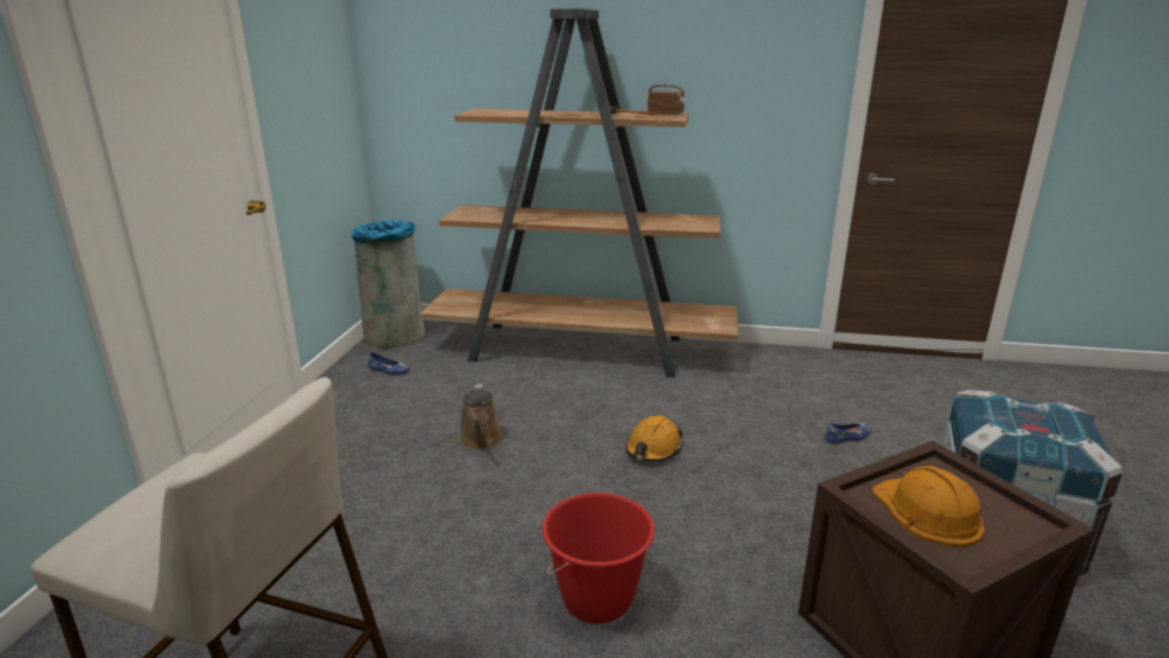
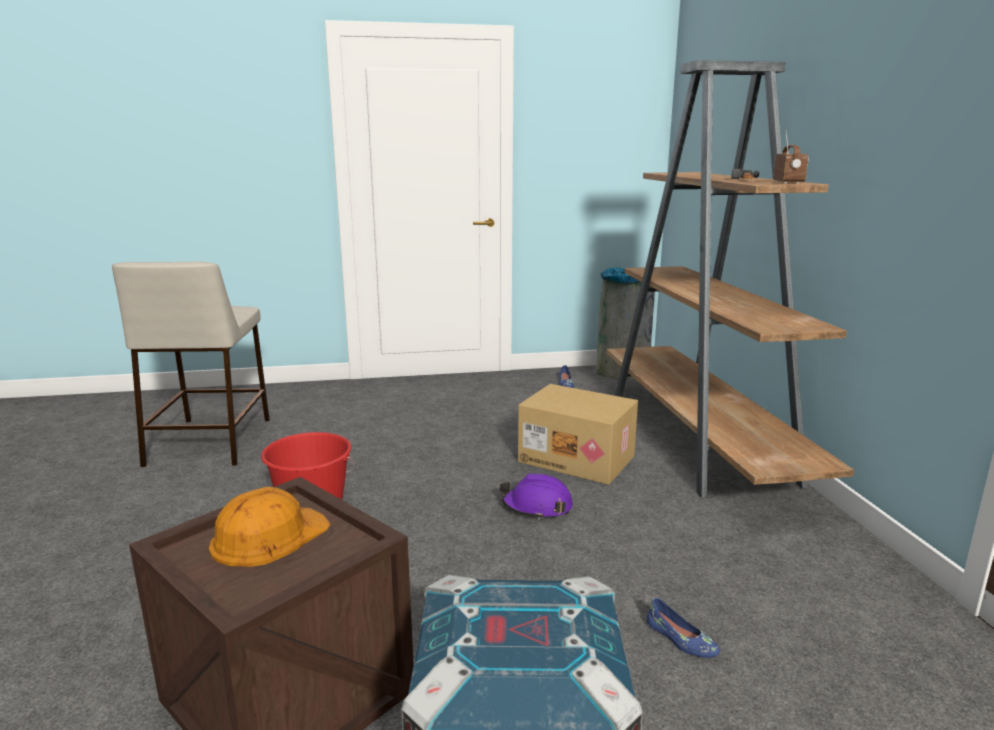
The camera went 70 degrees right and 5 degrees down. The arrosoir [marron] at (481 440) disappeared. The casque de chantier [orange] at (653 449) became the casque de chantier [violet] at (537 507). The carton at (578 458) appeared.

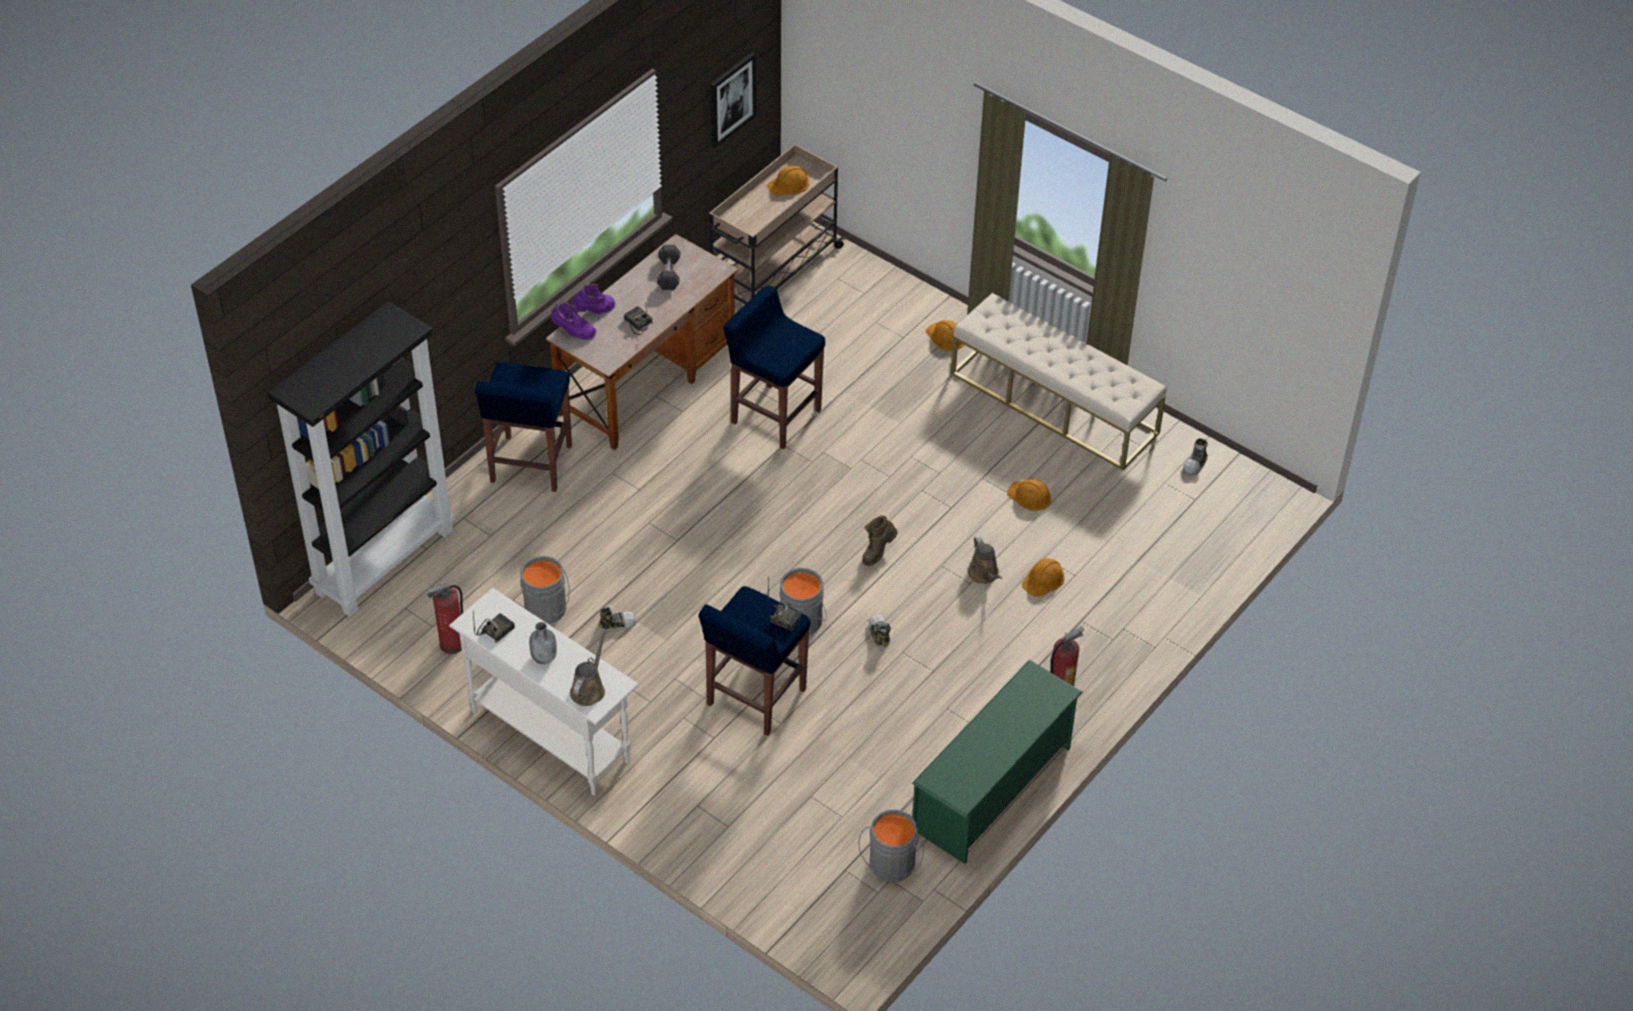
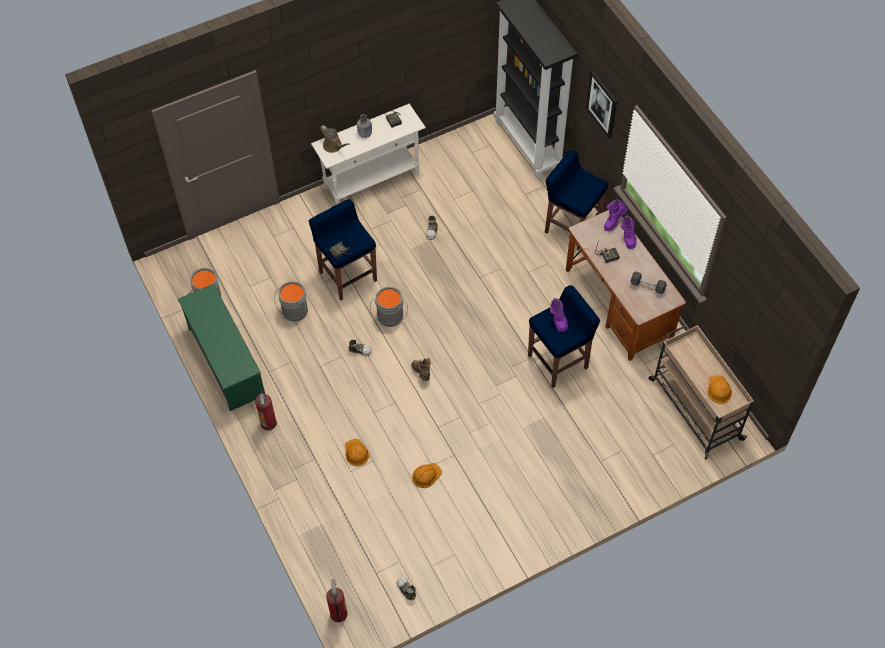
The camera went 115 degrees right and 10 degrees up. The extincteur moved from (452 644) to (338 613). The seau [gris] moved from (547 609) to (294 312). The tableau moved from (731 99) to (602 104). The casque de chantier [orange] at (945 336) disappeared. The banc [beige] at (1054 403) disappeared. The arrosoir [marron] at (984 574) disappeared. The botte [violet] at (558 319) appeared.

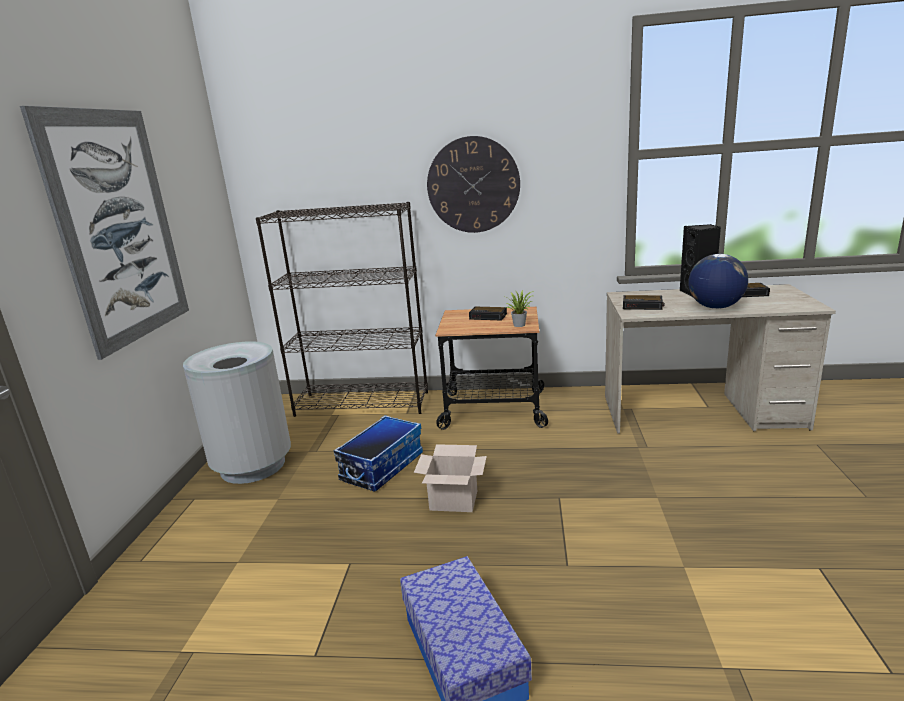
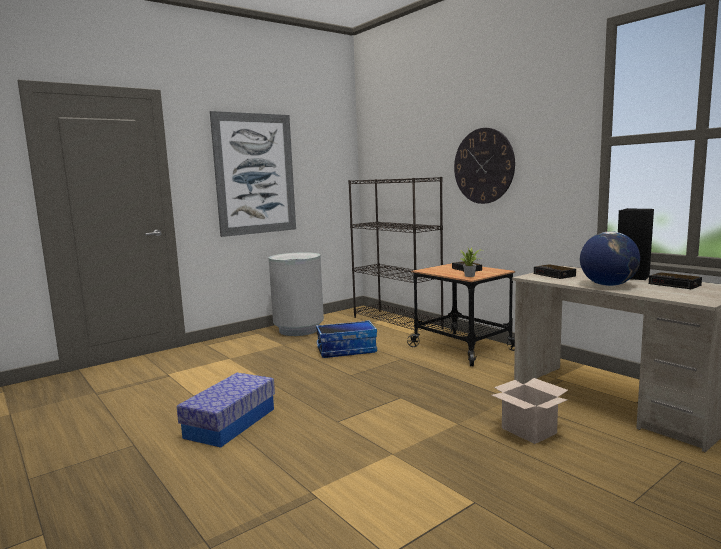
The camera went 45 degrees right and 10 degrees down. The carton moved from (452 501) to (527 430).

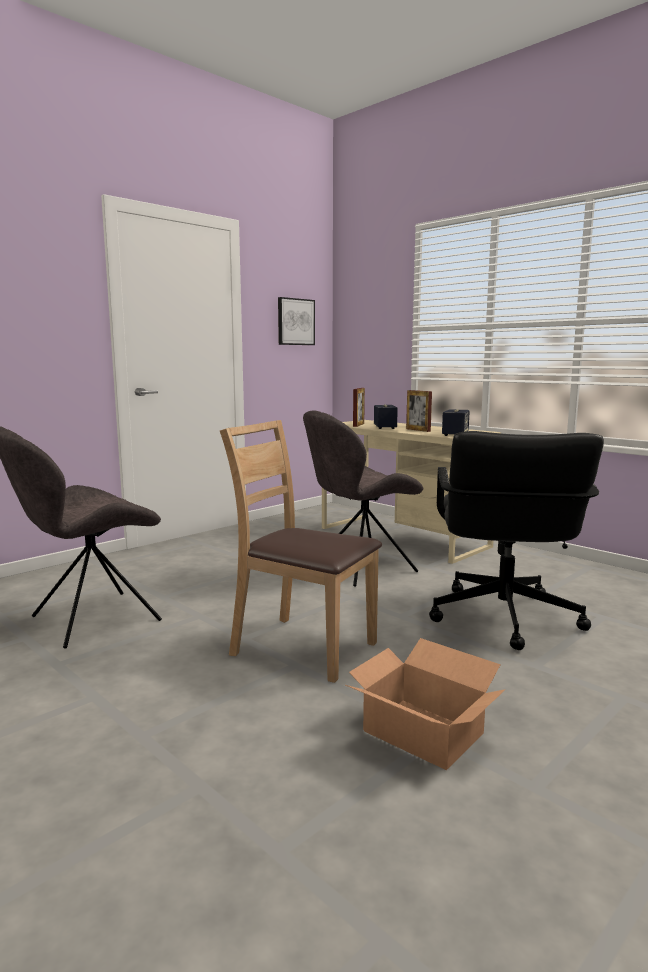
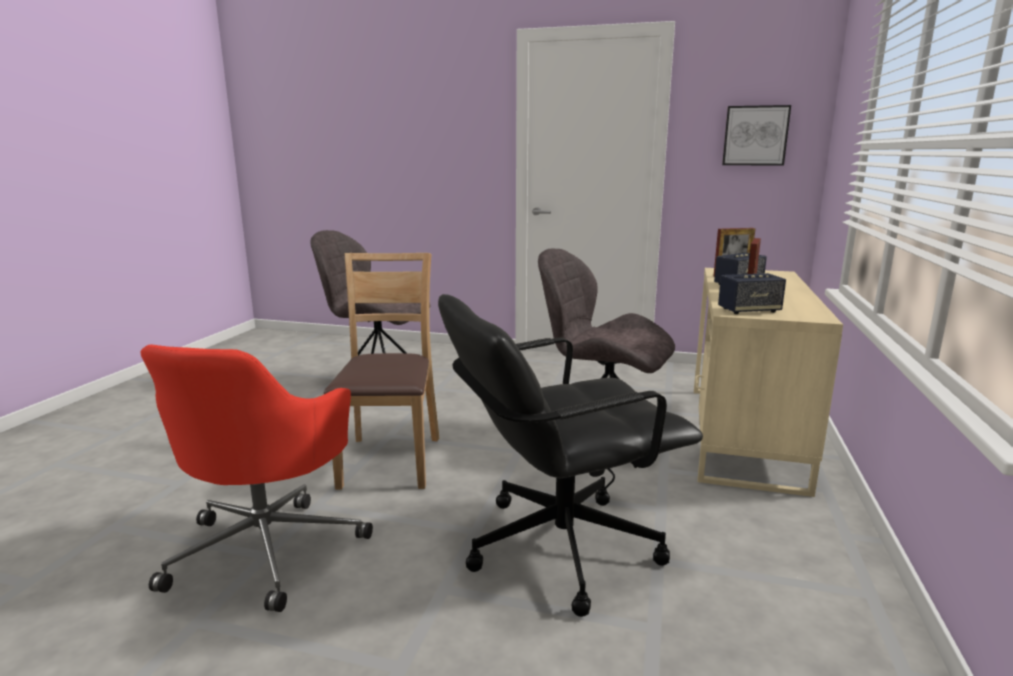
The camera went 60 degrees right and 5 degrees up. The carton at (423 733) was replaced by the chaise de bureau [rouge] at (268 548).

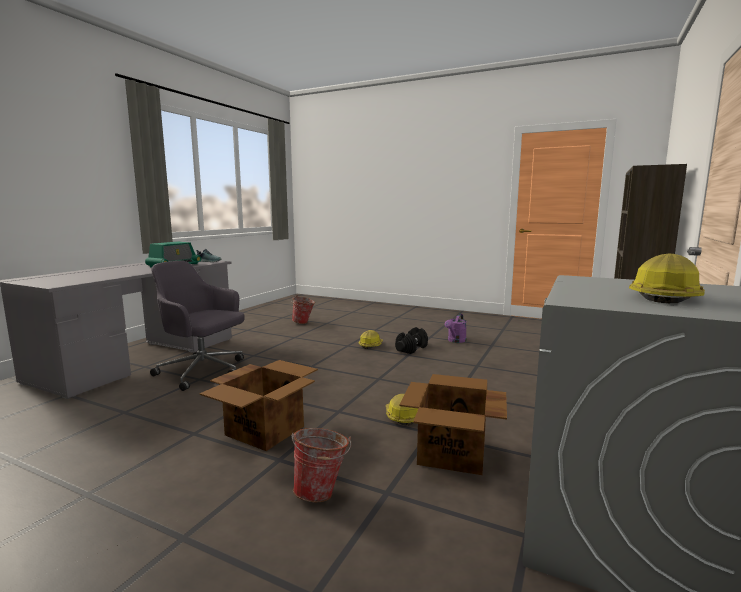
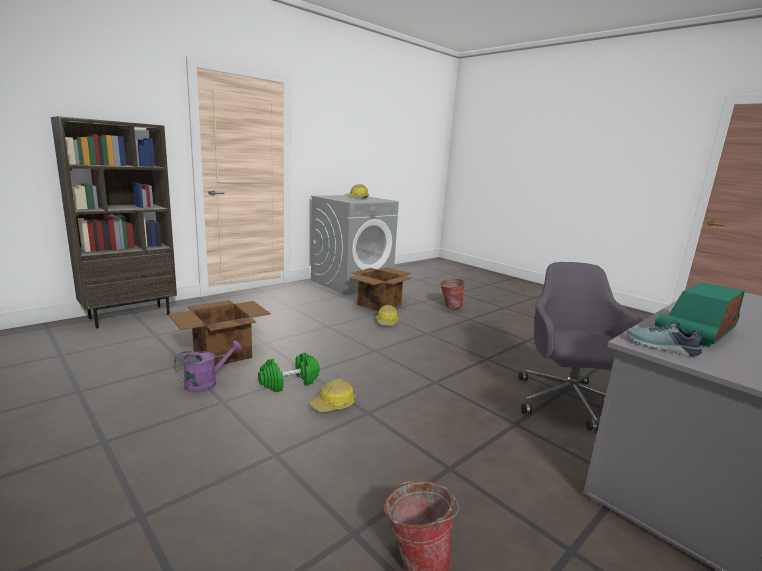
The camera went 160 degrees left and 5 degrees up. The chaise de bureau [gris] at (203 371) turned 135 degrees counterclockwise. The carton moved from (266 430) to (221 354). The haltère [noir] at (411 348) became the haltère [vert] at (289 383).

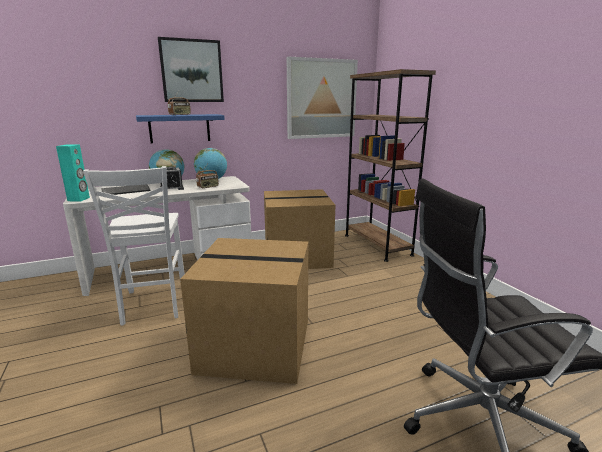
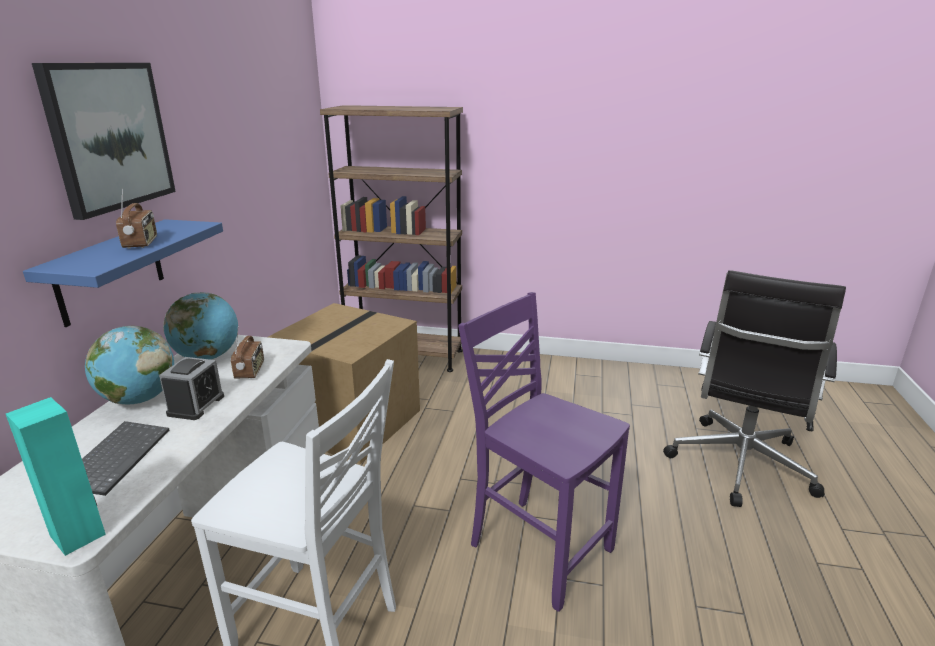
The camera went 55 degrees left and 5 degrees up. The carton at (257 344) was replaced by the chaise [violet] at (538 547). The tableau at (321 99) disappeared.

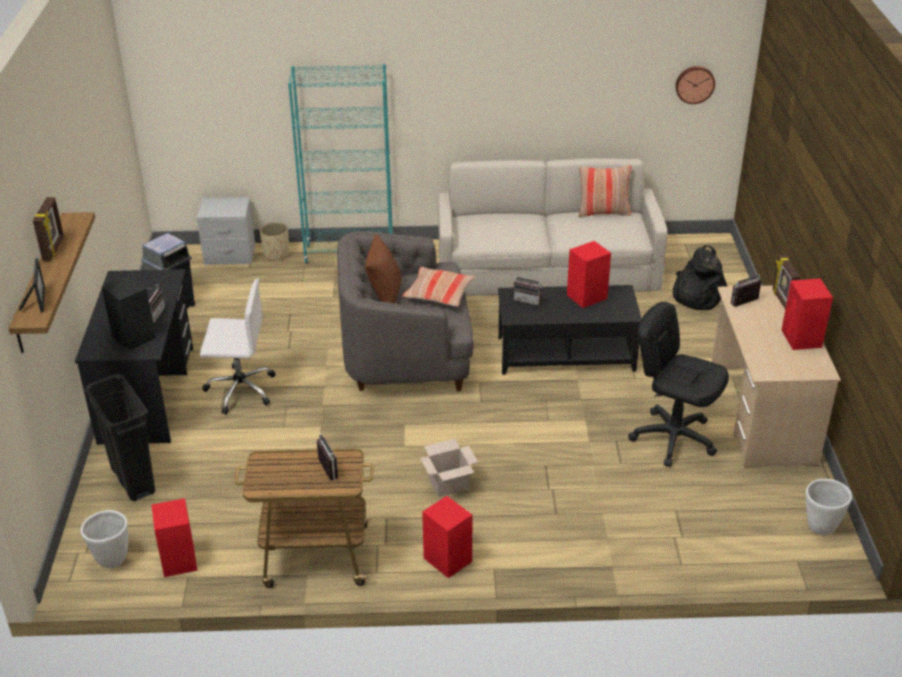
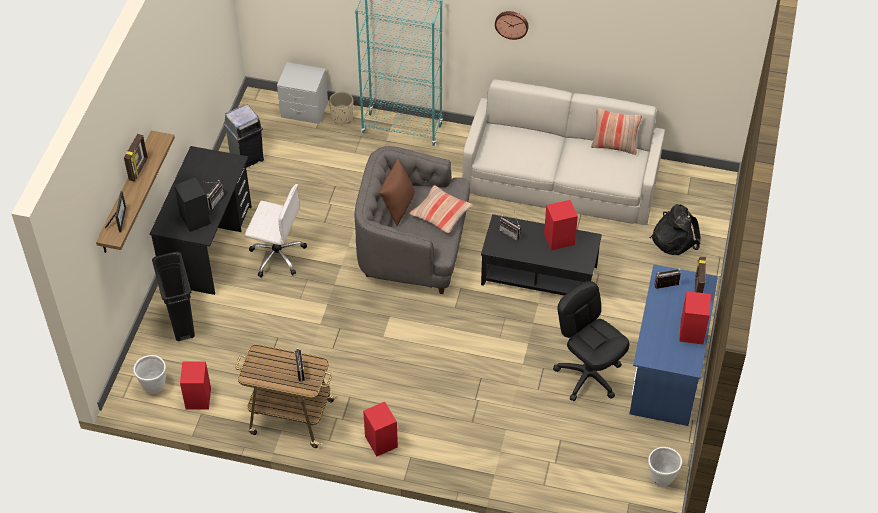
The camera went 15 degrees right and 15 degrees up. The carton at (448 485) disappeared. The horloge murale moved from (694 84) to (512 24). The bureau [beige] at (761 415) became the bureau [bleu] at (667 369).

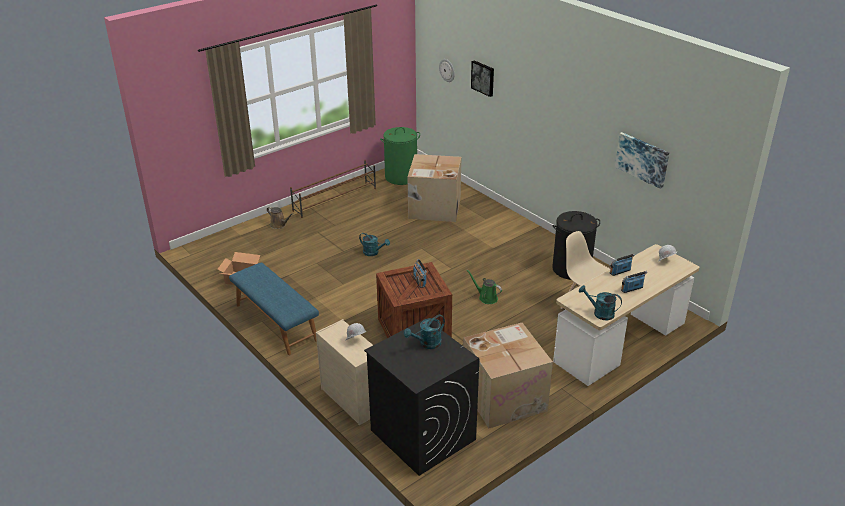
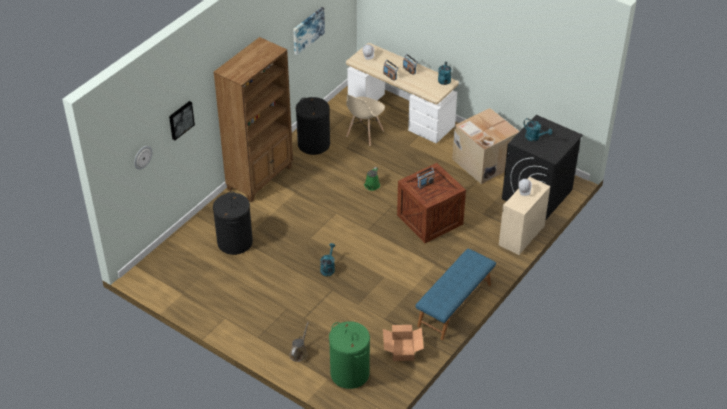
The camera went 105 degrees left and 10 degrees up. The étagère à chaussures [marron] at (335 199) disappeared. The panier à linge [vert] moved from (401 177) to (349 373). The carton at (434 208) was replaced by the panier à linge [noir] at (235 242). The bibliothèque [marron] at (260 178) appeared.

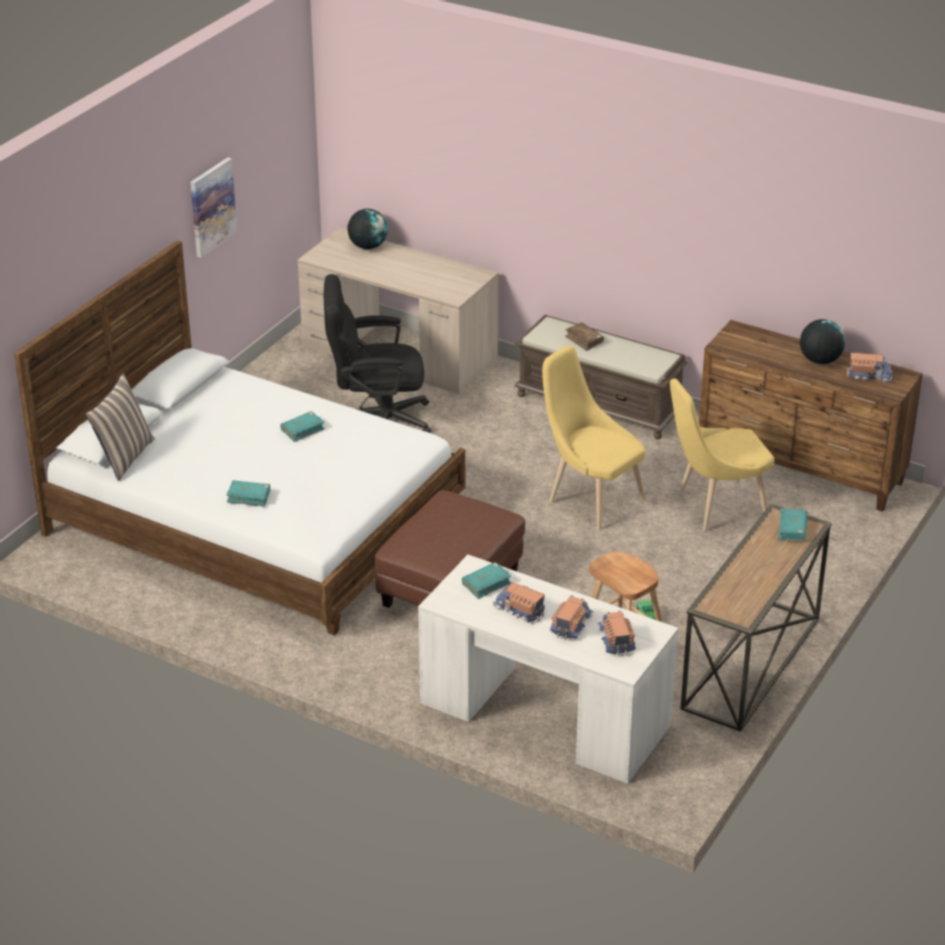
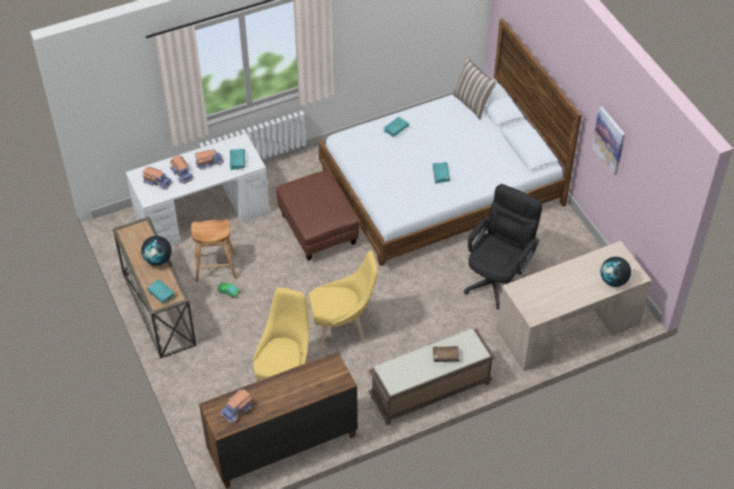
The camera went 125 degrees right and 15 degrees up. The globe moved from (820 360) to (158 260).

